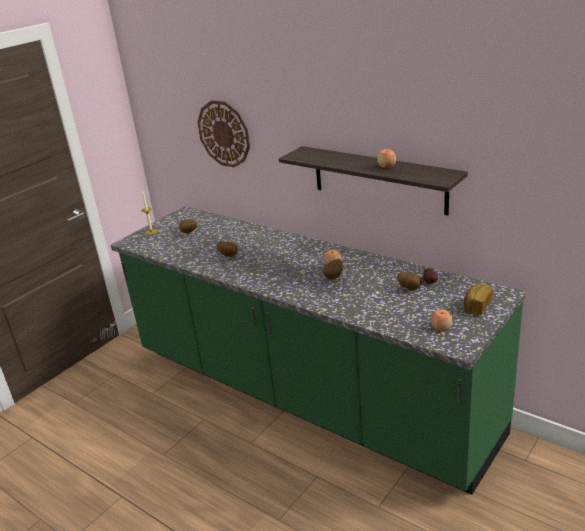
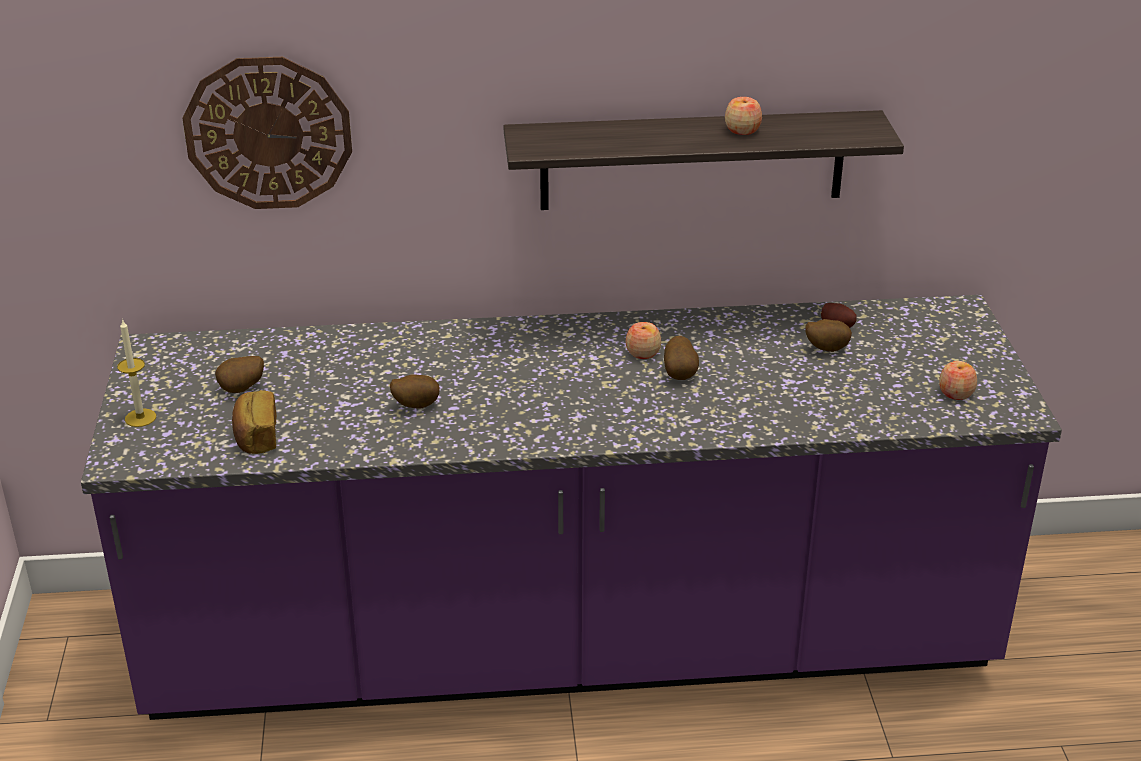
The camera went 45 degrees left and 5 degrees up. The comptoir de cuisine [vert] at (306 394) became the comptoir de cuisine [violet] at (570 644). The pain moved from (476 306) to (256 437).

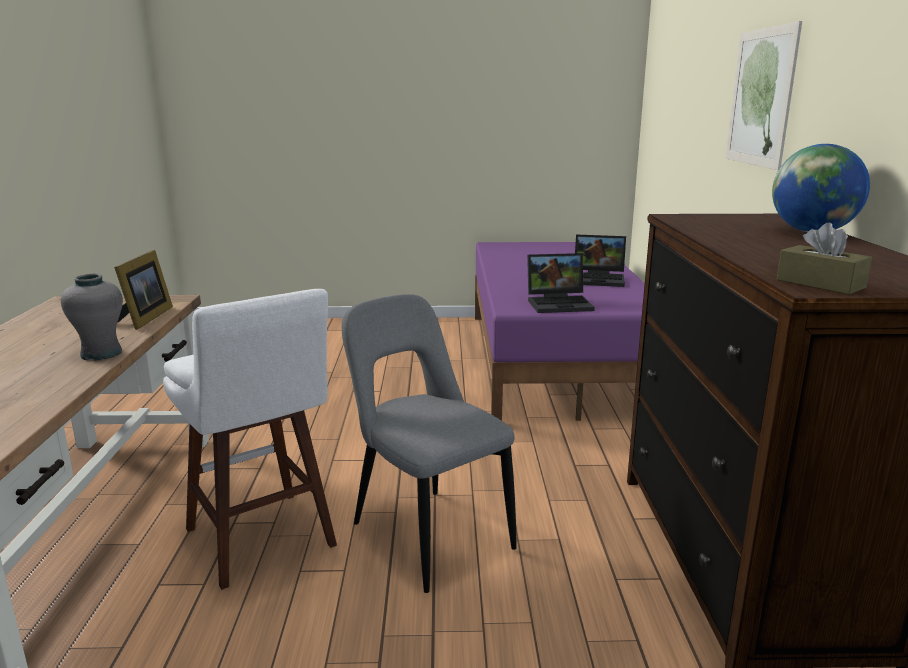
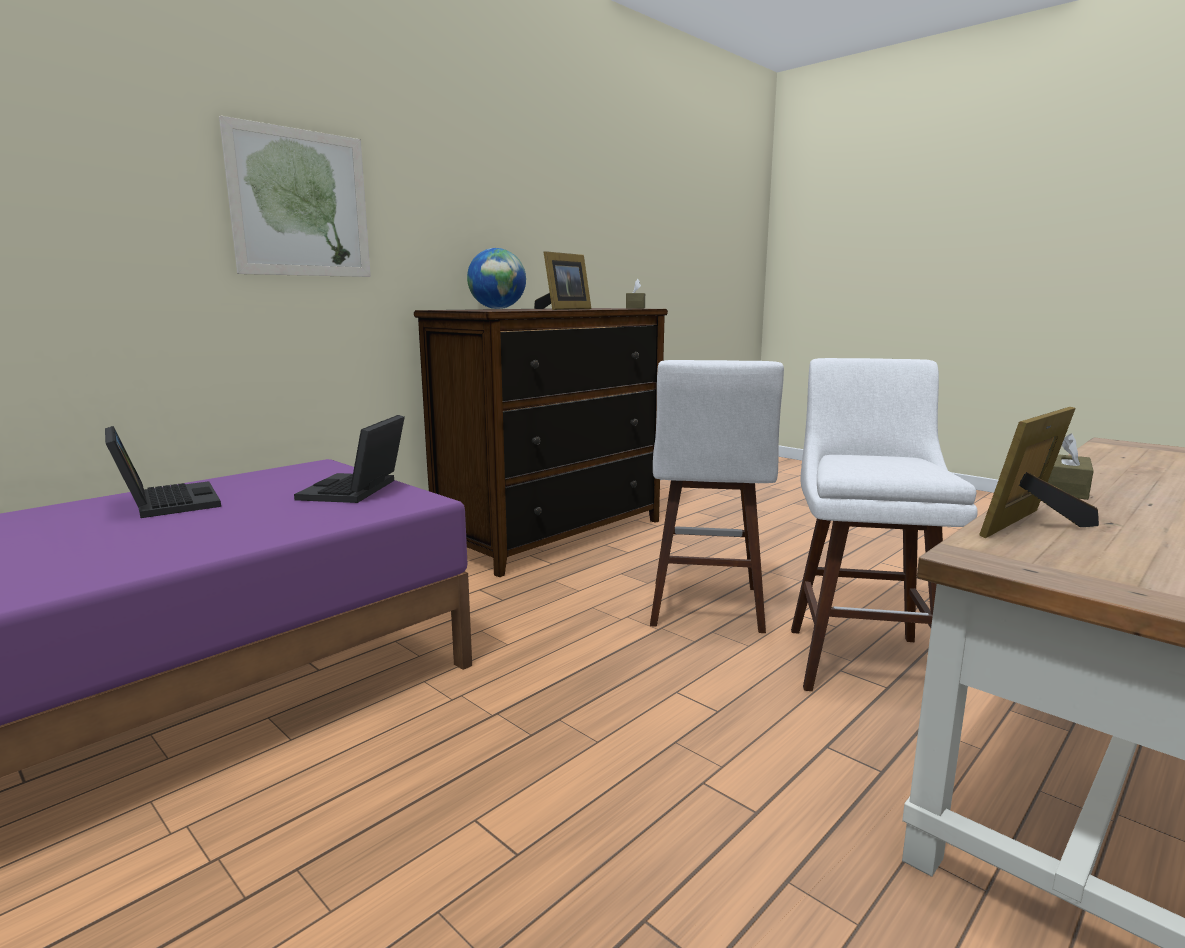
The camera went 135 degrees left and 5 degrees down. The vase [gris] at (102 354) was replaced by the boîte à mouchoirs [marron] at (1065 489). The chaise [gris] at (427 533) was replaced by the tabouret [blanc] at (706 609). The ordinateur portable at (560 303) turned 120 degrees counterclockwise. The cadre photo at (564 309) appeared.

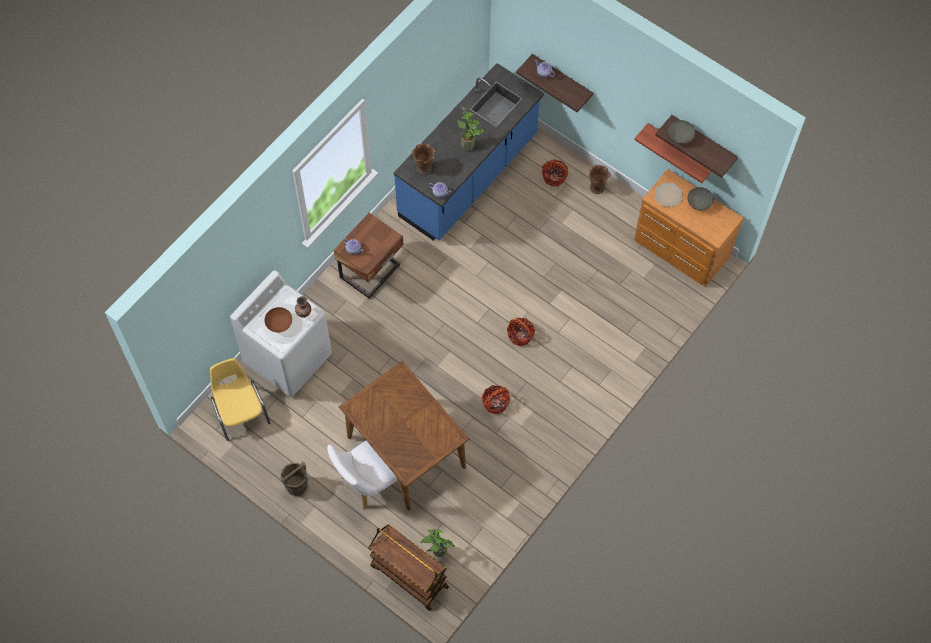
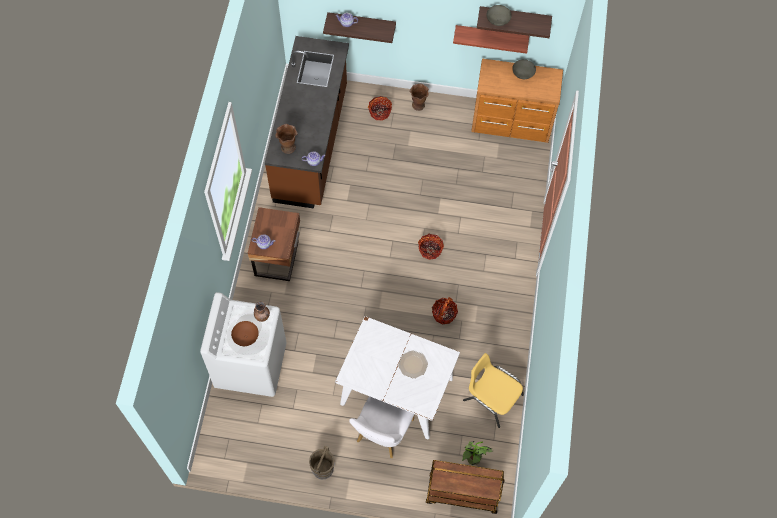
The camera went 30 degrees left and 0 degrees up. The chaise [jaune] moved from (240 411) to (492 397). The table à manger [marron] at (405 451) became the table à manger [blanc] at (395 391). The comptoir de cuisine [bleu] at (469 177) became the comptoir de cuisine [marron] at (312 144). The plante en pot at (470 144) disappeared. The assiette moved from (668 195) to (413 365).

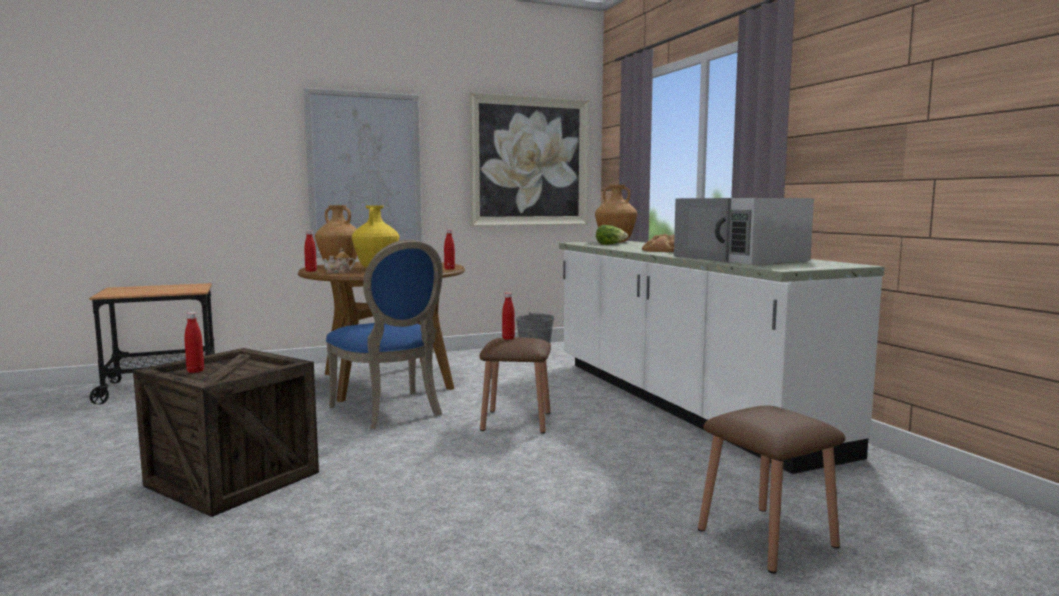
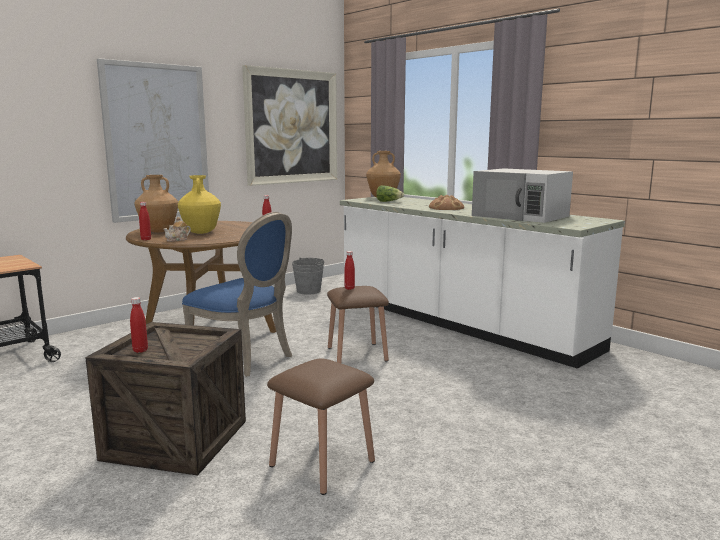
The camera went 20 degrees left and 5 degrees up. The tabouret [marron] moved from (766 537) to (322 463).

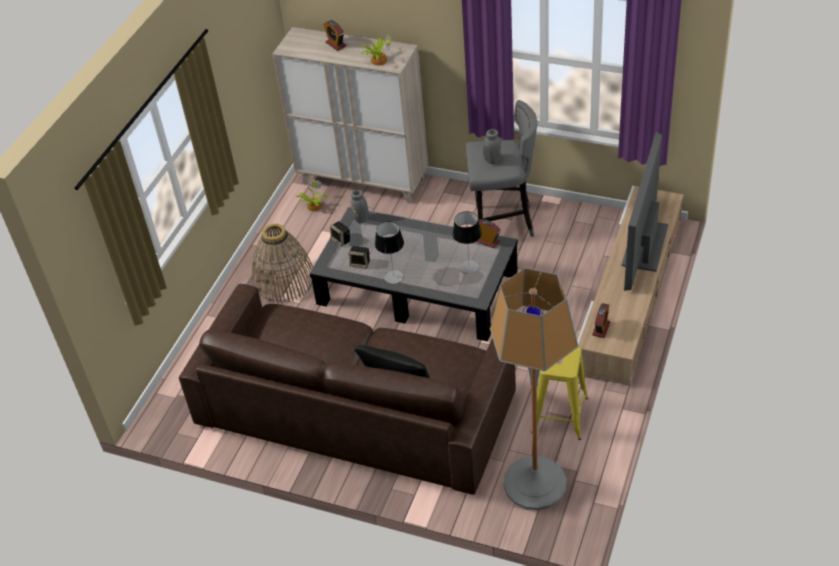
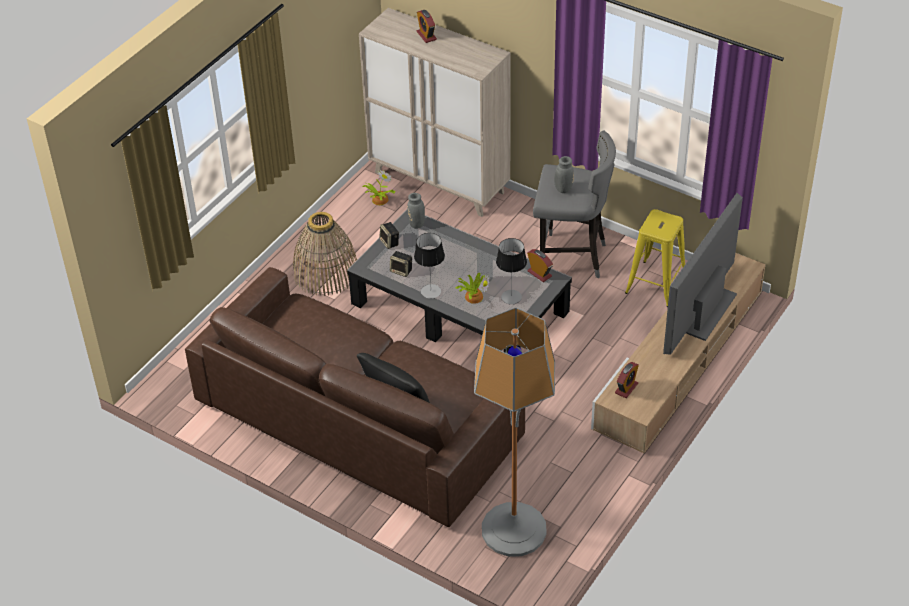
The camera went 10 degrees right and 0 degrees up. The plante en pot moved from (378 60) to (473 296). The tabouret [jaune] moved from (559 415) to (656 283).

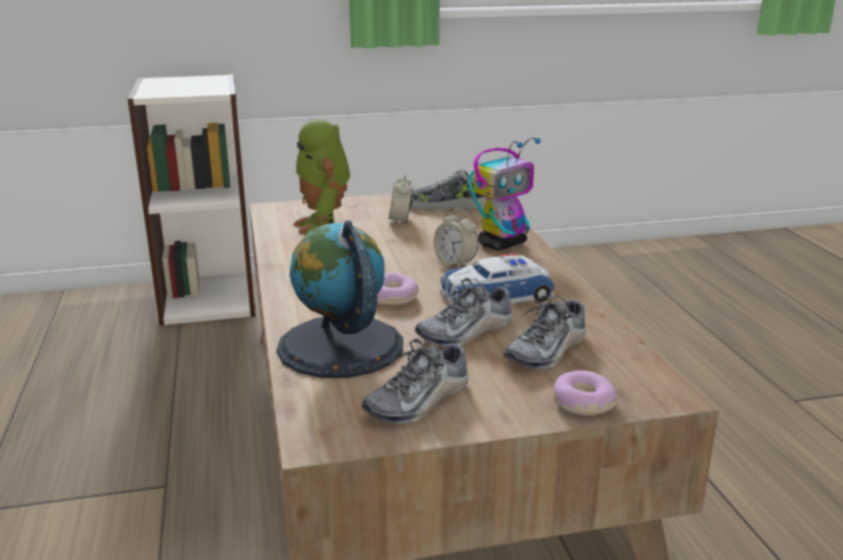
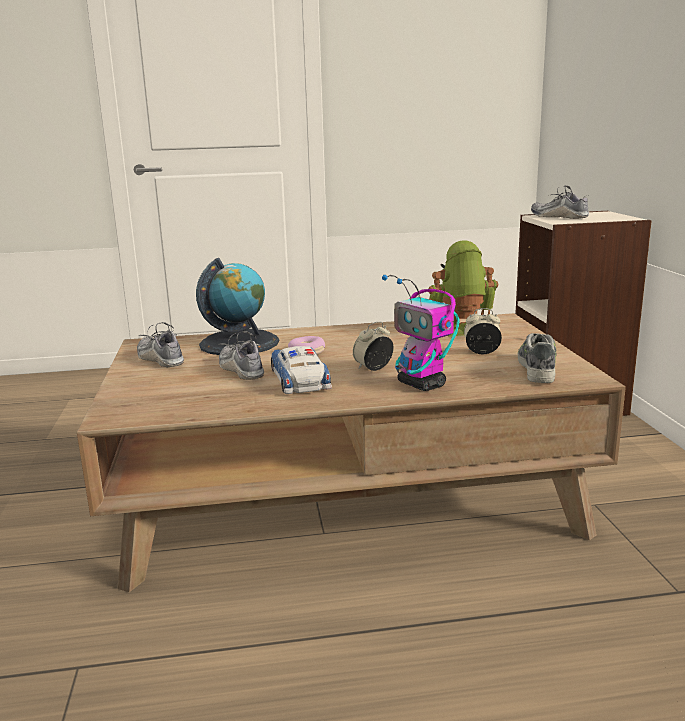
The camera went 95 degrees right and 5 degrees down. The chaussure moved from (547 351) to (558 216). The beignet at (582 403) disappeared.

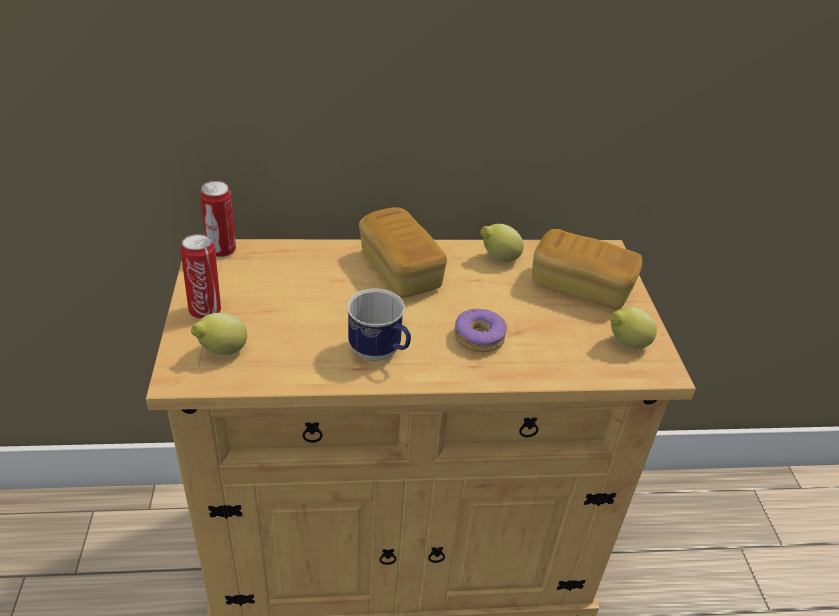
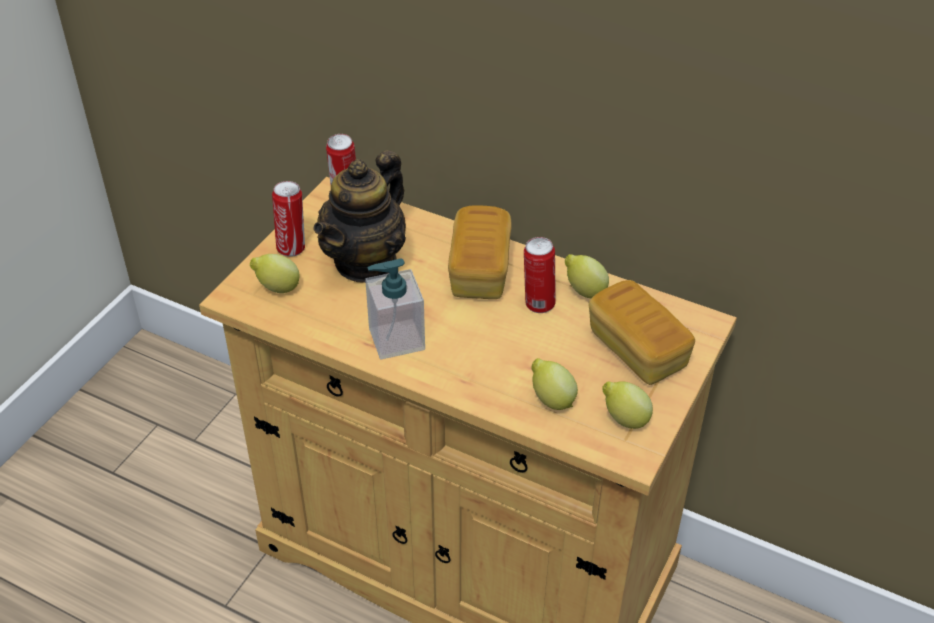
The camera went 35 degrees right and 5 degrees up. The mug at (380 354) was replaced by the distributeur de savon at (396 339). The beignet at (479 337) disappeared. The théière at (366 261) appeared. The boîte métallique at (538 304) appeared. The citron at (551 399) appeared.

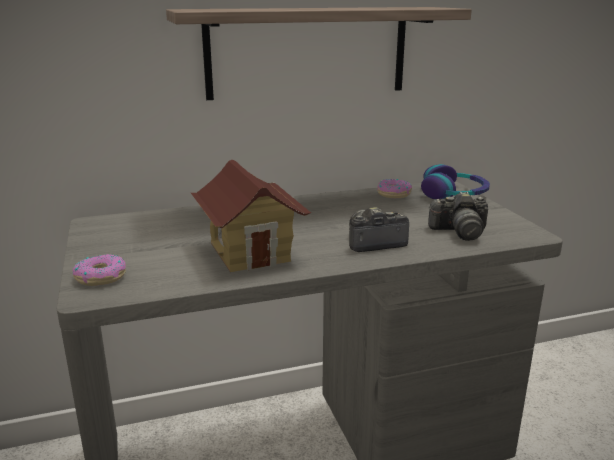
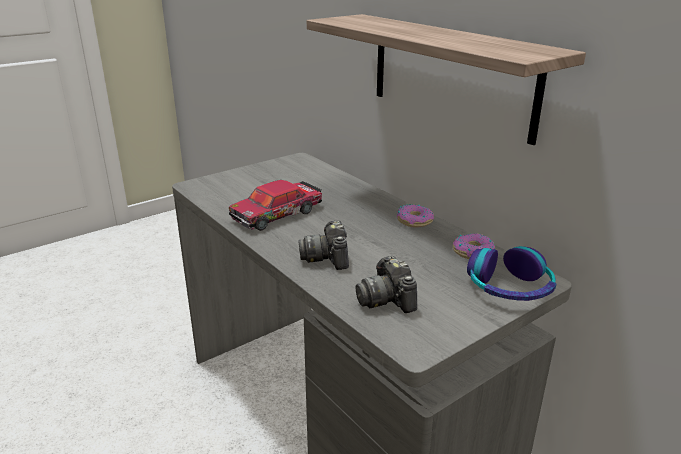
The camera went 70 degrees right and 5 degrees up. The beignet moved from (101 277) to (414 221). The maison miniature at (250 252) was replaced by the petite voiture at (277 214). The appareil photo at (373 242) turned 150 degrees counterclockwise.

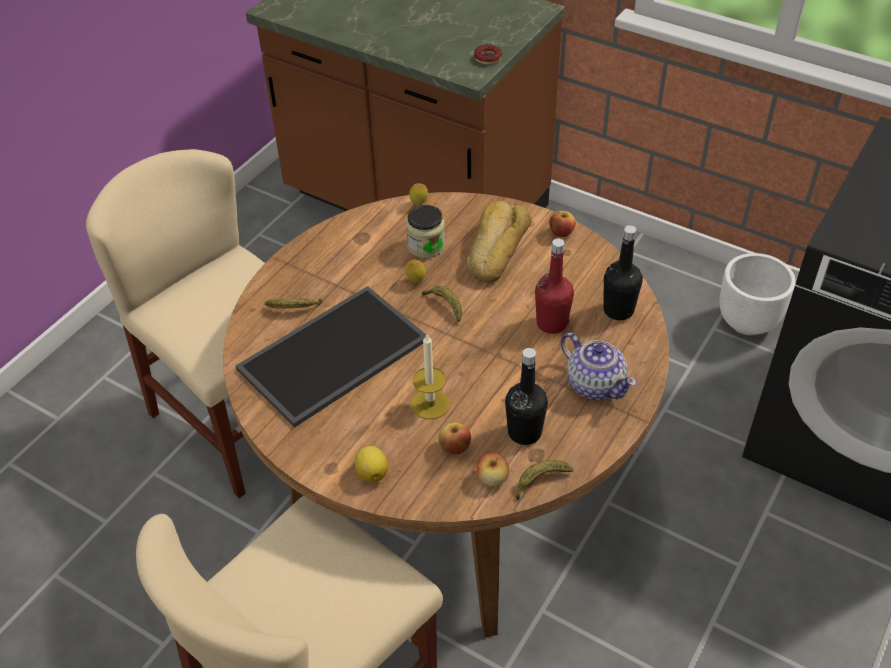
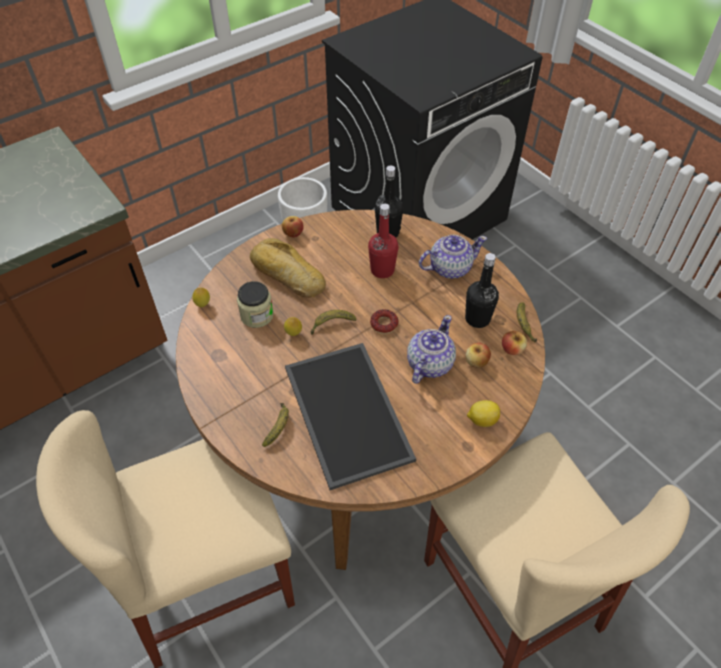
The camera went 70 degrees left and 5 degrees up. The bougie at (430 404) was replaced by the théière at (429 364). The beignet moved from (488 58) to (384 324).

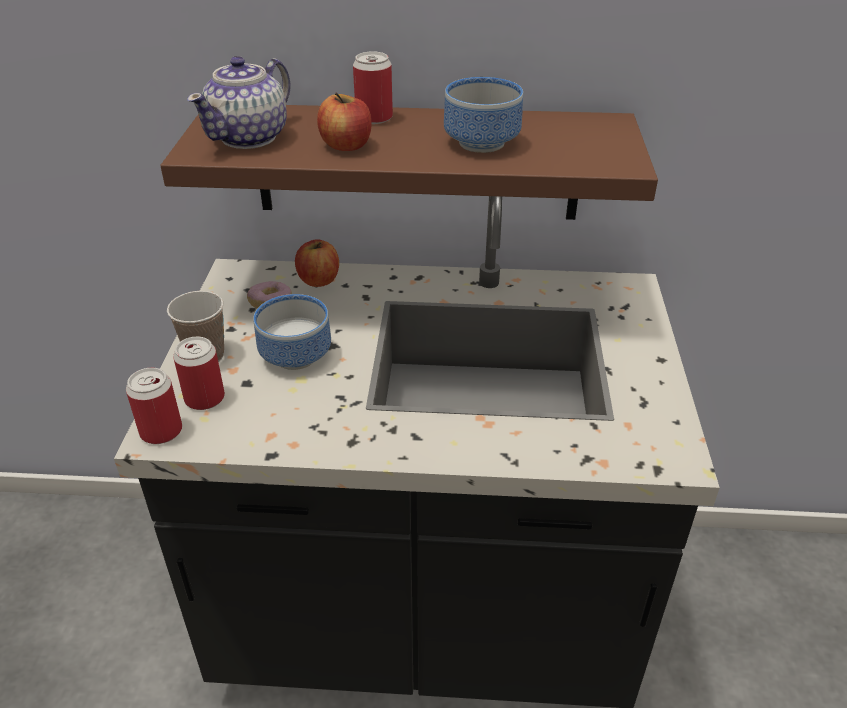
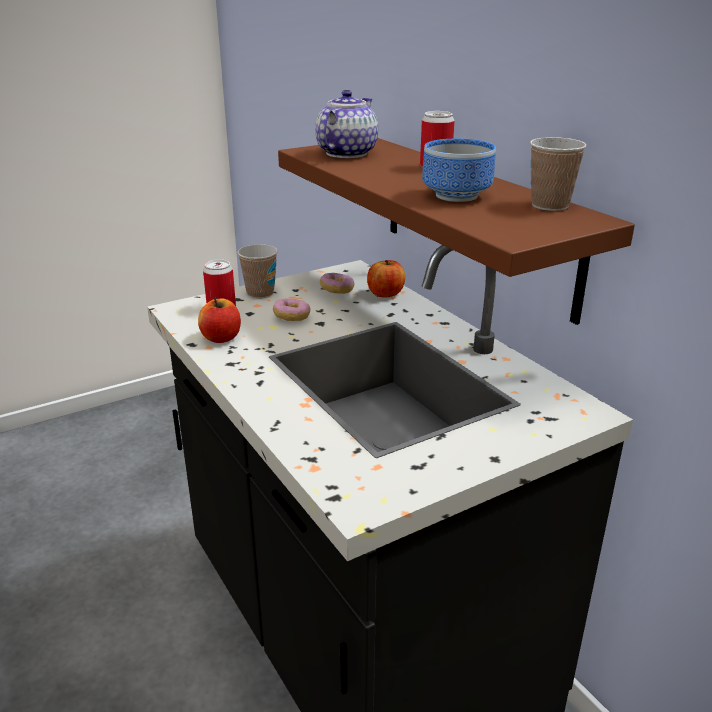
The camera went 55 degrees right and 10 degrees down. The boîte métallique at (161 431) disappeared. The théière at (250 137) turned 120 degrees clockwise. The bol at (295 358) was replaced by the beignet at (292 317). The pomme moved from (346 146) to (221 338). The tasse at (550 205) appeared.

